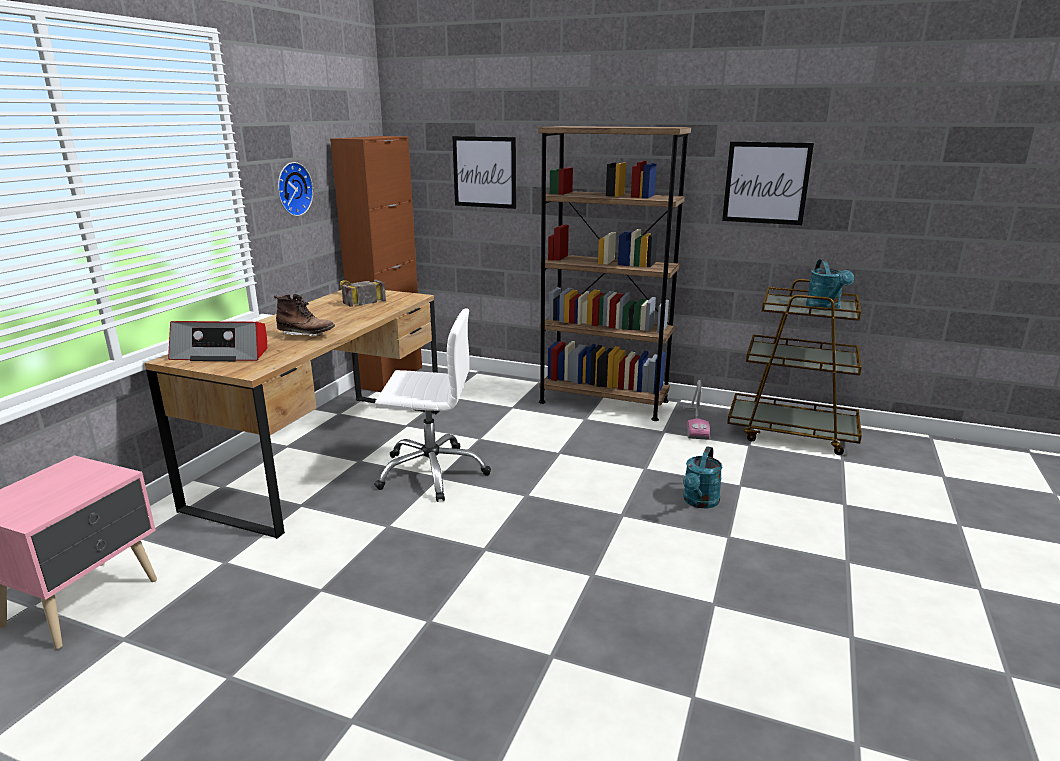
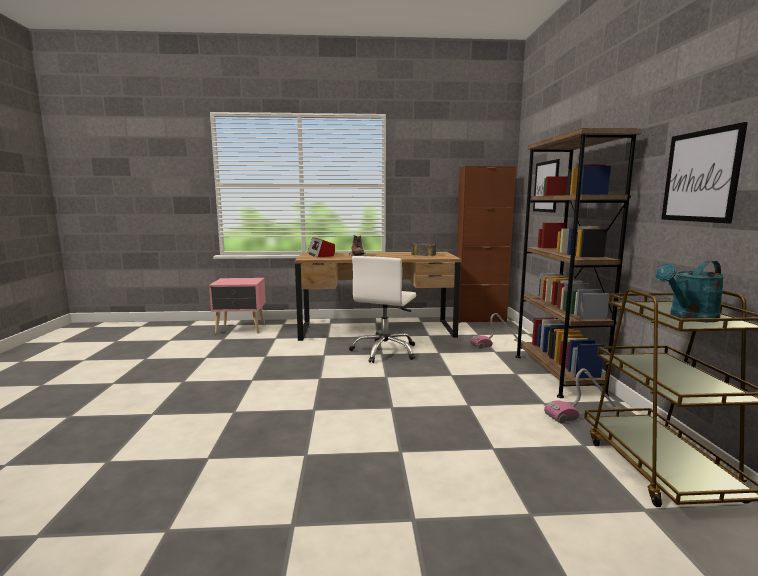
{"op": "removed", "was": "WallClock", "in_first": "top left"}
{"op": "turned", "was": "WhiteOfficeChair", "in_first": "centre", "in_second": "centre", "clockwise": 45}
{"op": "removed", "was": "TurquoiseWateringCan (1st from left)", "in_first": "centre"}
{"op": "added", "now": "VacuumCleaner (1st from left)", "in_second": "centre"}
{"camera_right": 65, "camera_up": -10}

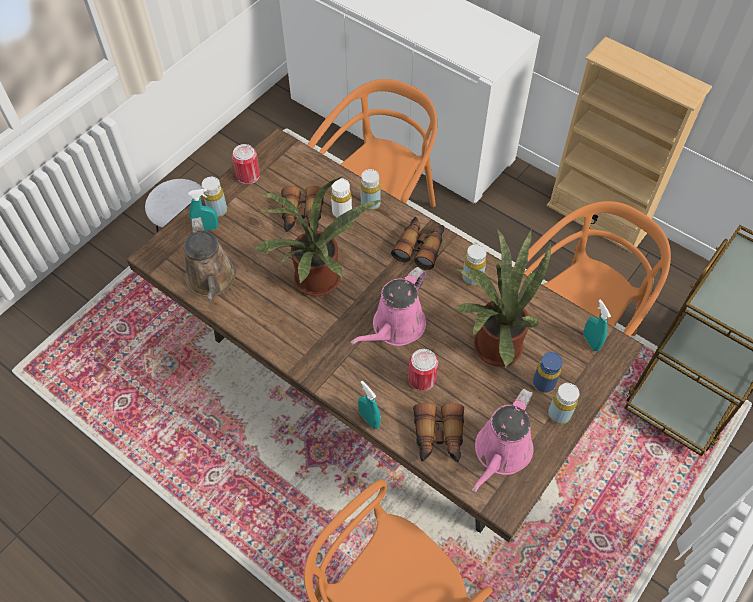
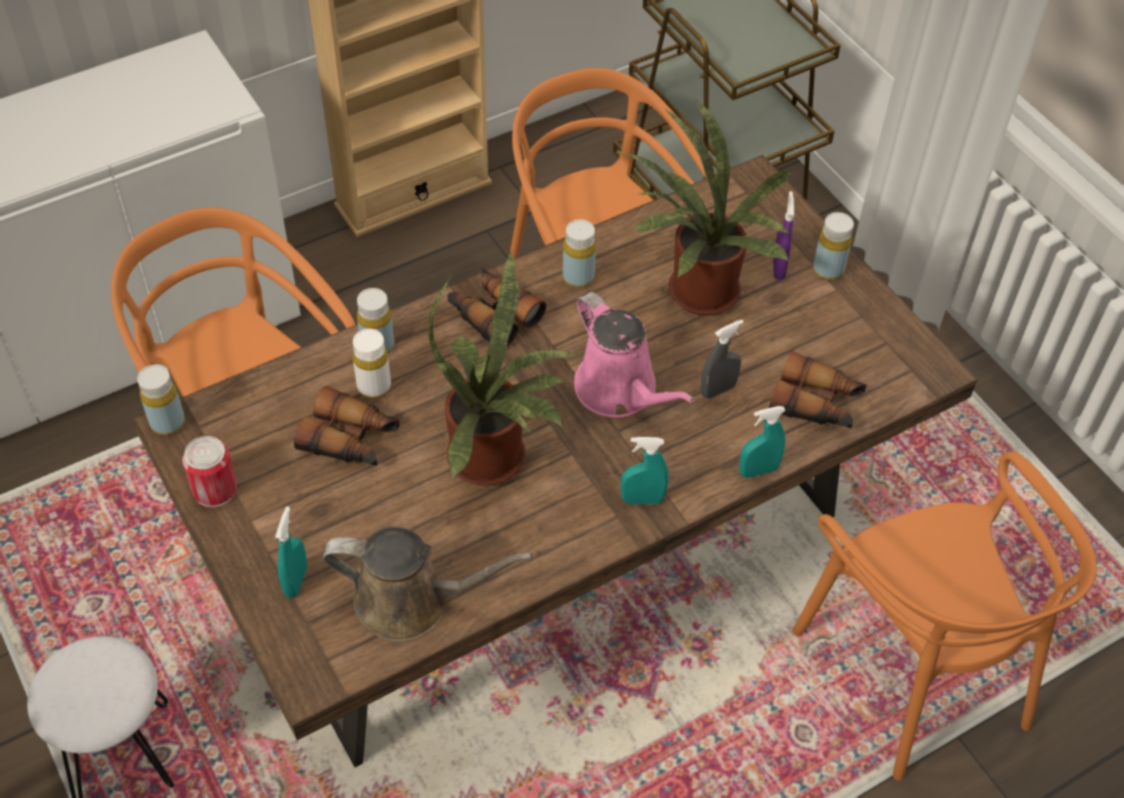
{"op": "moved", "was": "YellowBottle (1st from left)", "in_first": "top left", "in_second": "middle left"}
{"op": "replaced", "was": "Can (2nd from left)", "now": "GreySprayBottle", "in_first": "centre", "in_second": "centre"}
{"op": "removed", "was": "PinkWateringCan (2nd from left)", "in_first": "bottom right"}
{"op": "replaced", "was": "BlueBottle", "now": "PurpleSprayBottle", "in_first": "middle right", "in_second": "top right"}
{"op": "moved", "was": "TurquoiseSprayBottle (3rd from left in the first image)", "now": "TurquoiseSprayBottle (2nd from left)", "in_first": "middle right", "in_second": "centre"}
{"camera_right": -70, "camera_up": -5}

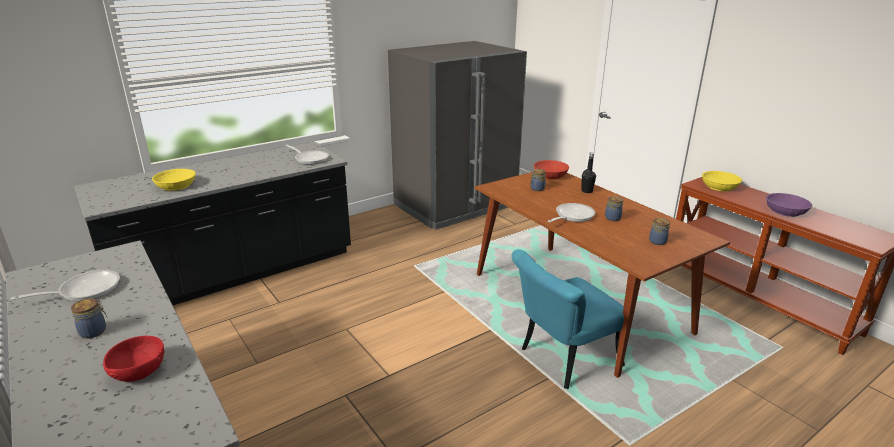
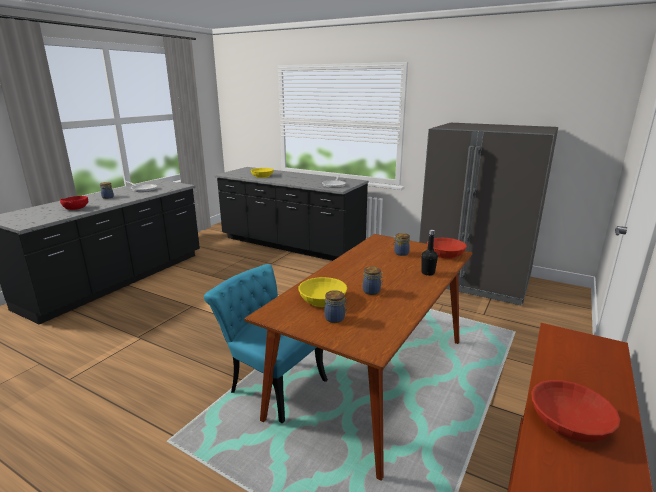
{"op": "removed", "was": "FryingPan (3rd from left)", "in_first": "centre"}
{"op": "moved", "was": "YellowBowl (2nd from left)", "in_first": "middle right", "in_second": "centre"}
{"op": "recoloured", "was": "PurpleBowl", "now": "RedBowl (3rd from left)", "in_first": "middle right", "in_second": "bottom right"}
{"camera_right": 65, "camera_up": -5}

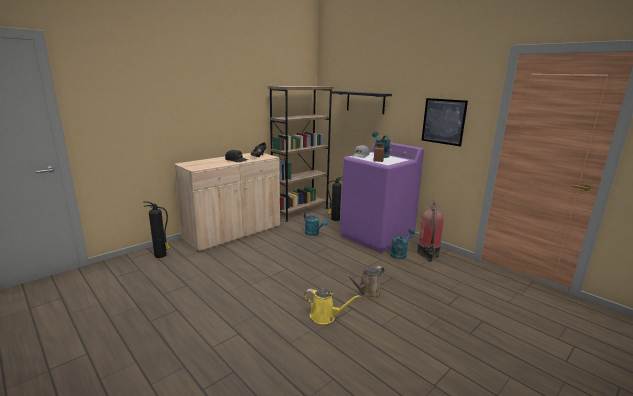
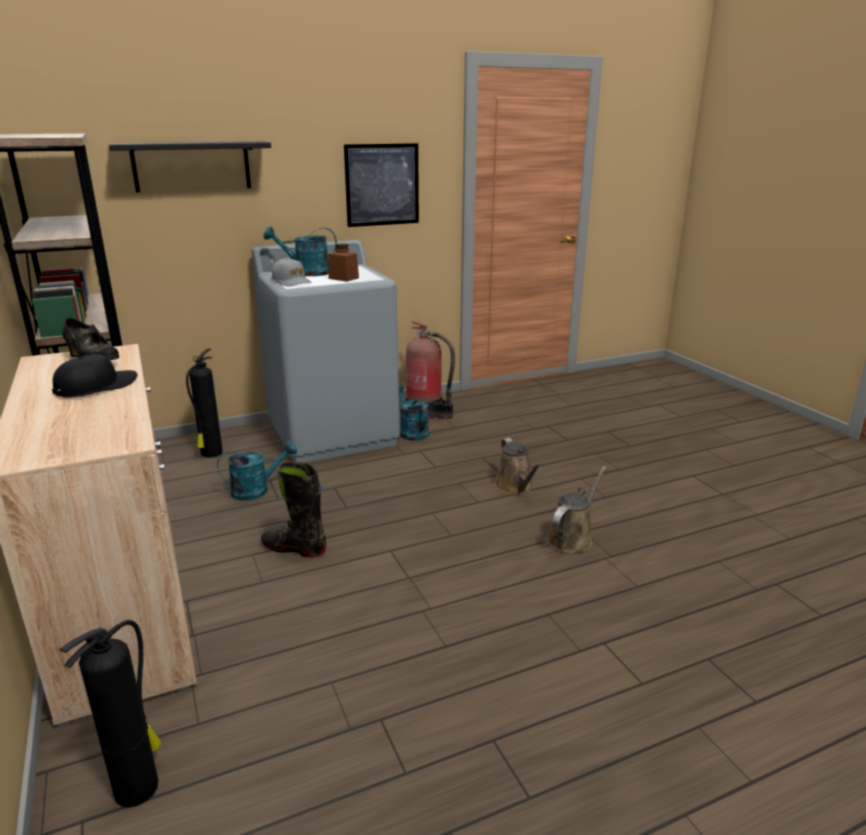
{"op": "recoloured", "was": "YellowWateringCan", "now": "BrownWateringCan (2nd from left)", "in_first": "bottom centre", "in_second": "centre"}
{"op": "recoloured", "was": "PurpleWashingMachine", "now": "GreyWashingMachine", "in_first": "centre", "in_second": "centre"}
{"op": "added", "now": "BlackBoot", "in_second": "centre"}
{"camera_right": -70, "camera_up": 5}

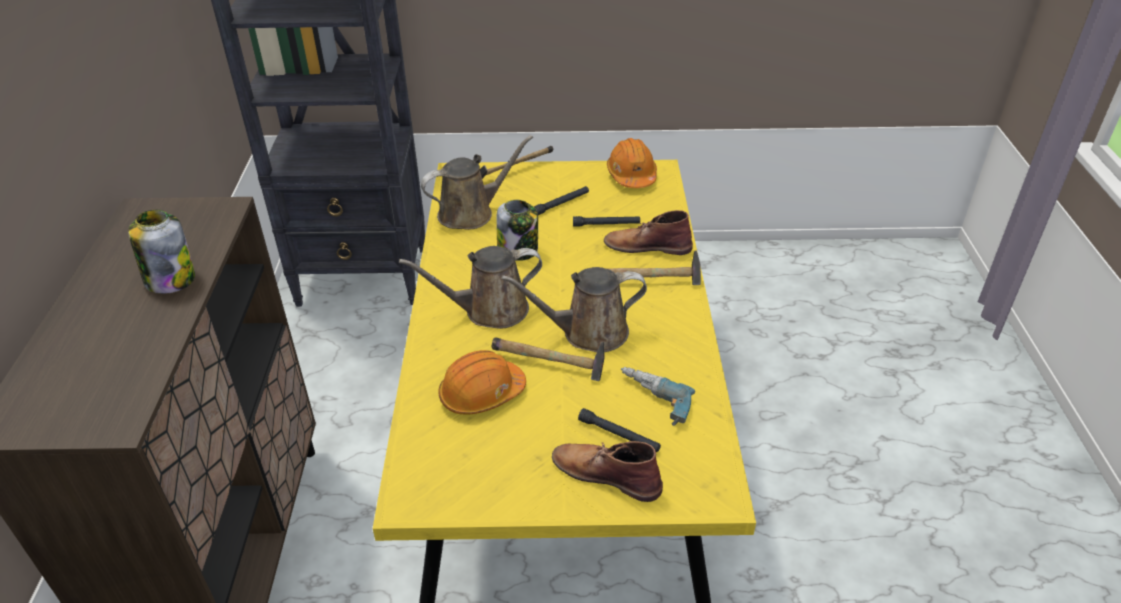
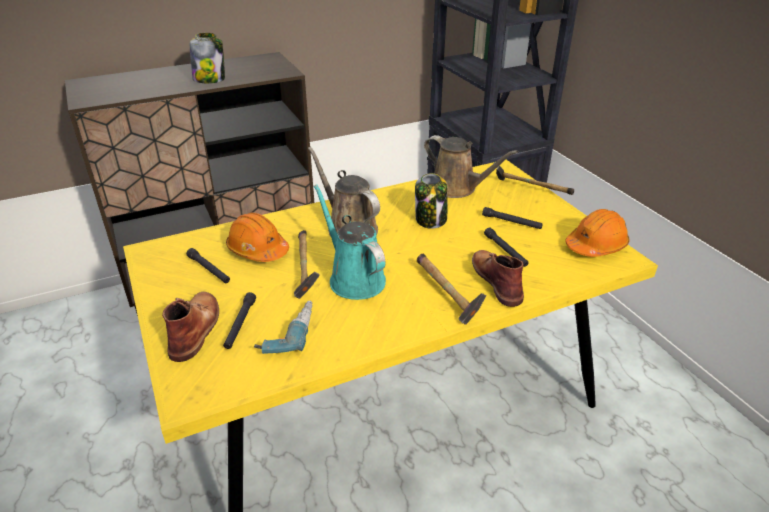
{"op": "recoloured", "was": "BrownWateringCan (3rd from left)", "now": "TurquoiseWateringCan", "in_first": "centre", "in_second": "centre"}
{"op": "added", "now": "BlackFlashlight (1st from left)", "in_second": "middle left"}
{"camera_right": 65, "camera_up": -5}

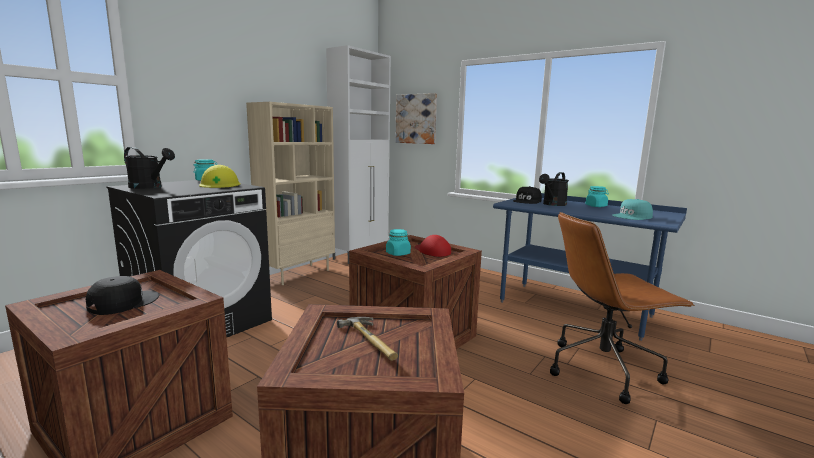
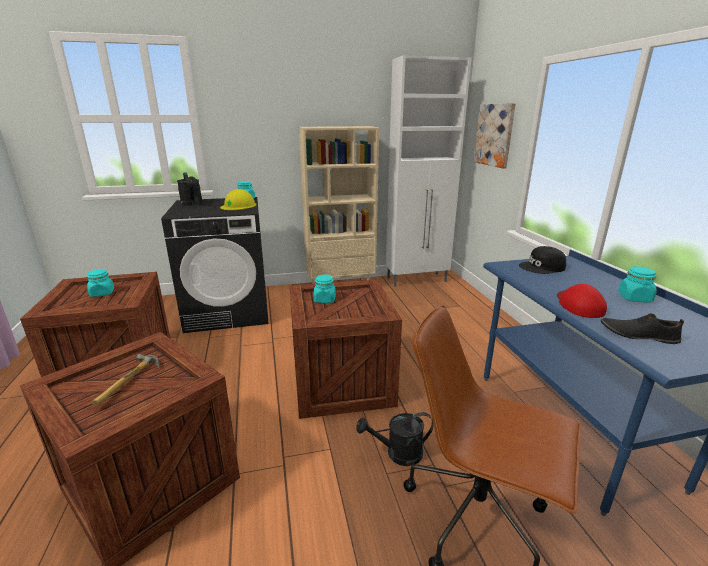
{"op": "replaced", "was": "BlackCap (1st from left)", "now": "TurquoiseJar (1st from left)", "in_first": "middle left", "in_second": "middle left"}
{"op": "moved", "was": "RedCap", "in_first": "centre", "in_second": "middle right"}
{"op": "moved", "was": "BlackWateringCan (2nd from left)", "in_first": "middle right", "in_second": "bottom centre"}
{"op": "replaced", "was": "TurquoiseCap", "now": "BlackShoe", "in_first": "middle right", "in_second": "middle right"}
{"camera_right": 40, "camera_up": 10}

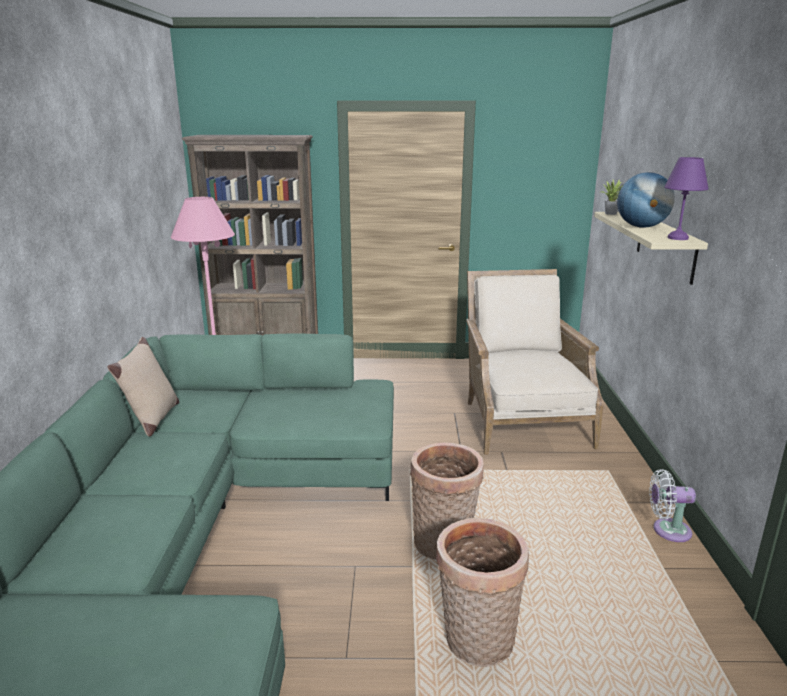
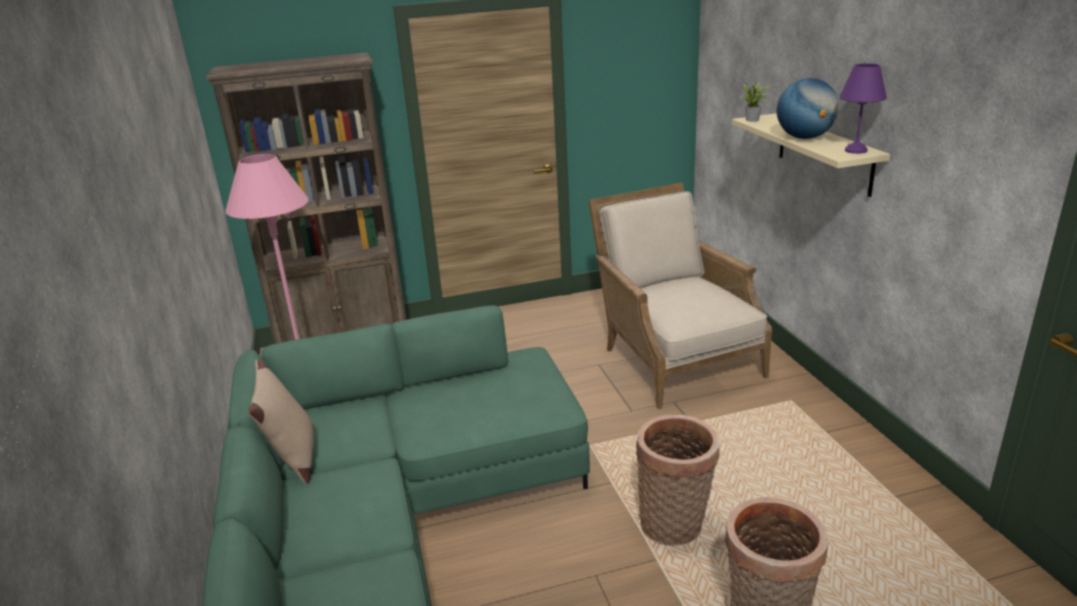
{"op": "removed", "was": "WhiteFan", "in_first": "bottom right"}
{"camera_right": -15, "camera_up": 5}

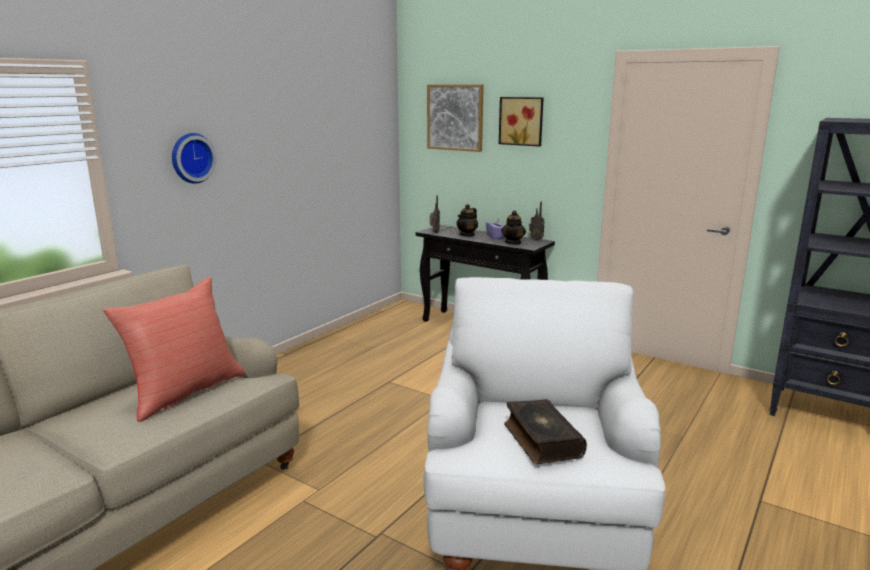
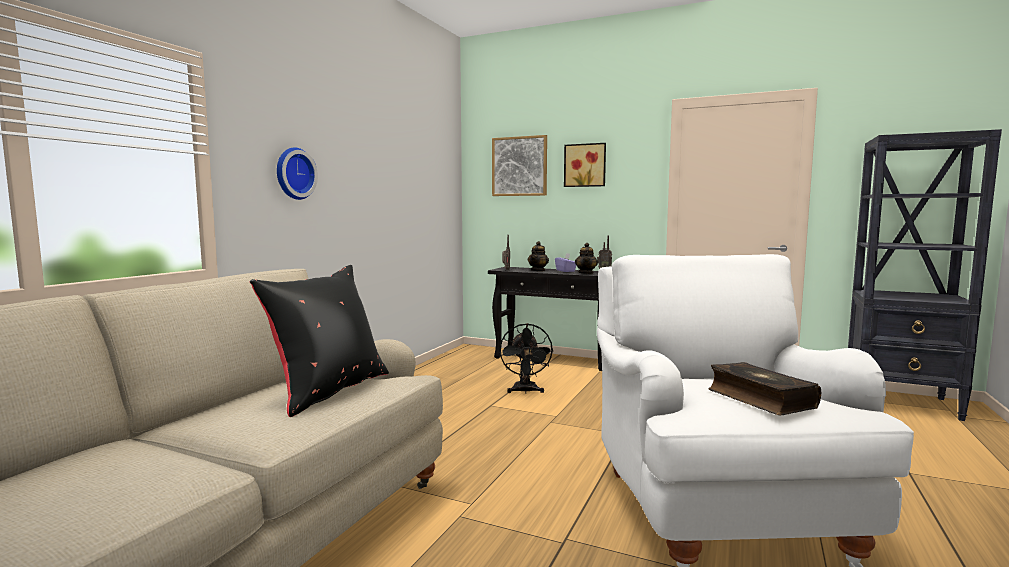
{"op": "recoloured", "was": "RedPillow", "now": "BlackPillow", "in_first": "middle left", "in_second": "middle left"}
{"op": "added", "now": "BlackFan", "in_second": "centre"}
{"camera_right": -10, "camera_up": -10}

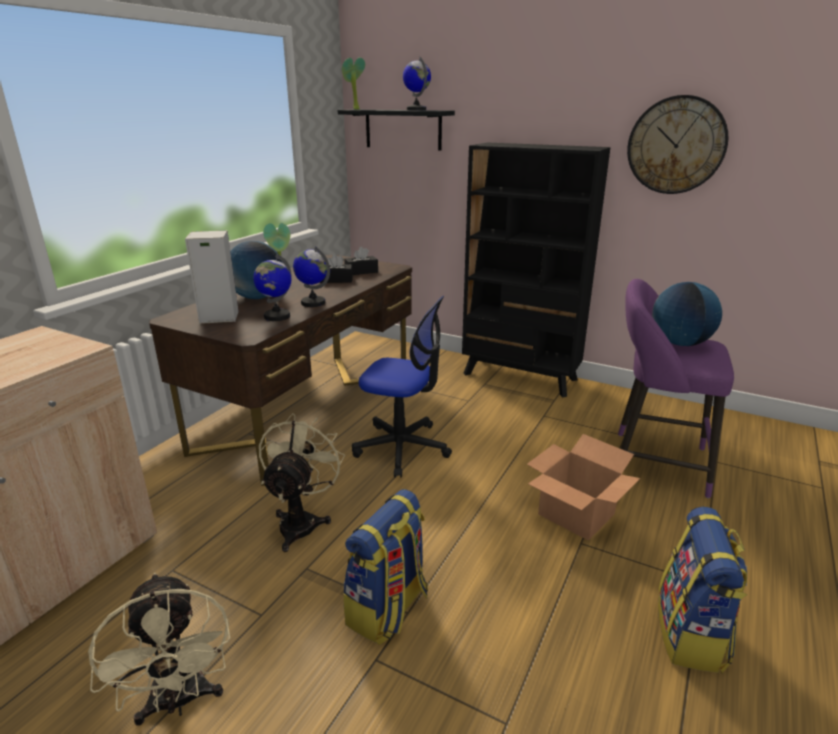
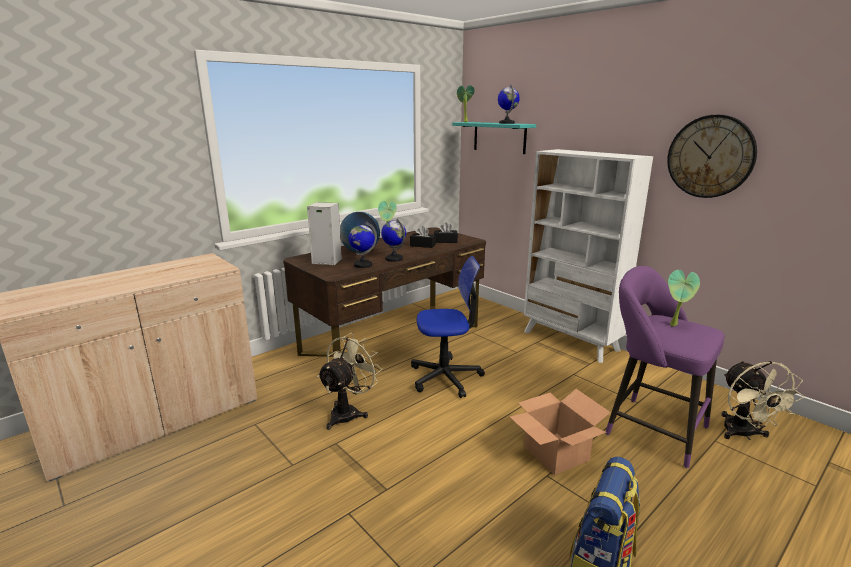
{"op": "moved", "was": "BeigeFan (1st from left in the first image)", "now": "BeigeFan (2nd from left)", "in_first": "bottom left", "in_second": "bottom right"}
{"op": "recoloured", "was": "BlackShelf", "now": "TurquoiseShelf", "in_first": "top centre", "in_second": "top centre"}
{"op": "removed", "was": "Backpack (1st from left)", "in_first": "bottom centre"}
{"op": "turned", "was": "OfficeChair", "in_first": "centre", "in_second": "centre", "clockwise": -45}
{"op": "recoloured", "was": "BlackBookcase", "now": "WhiteBookcase", "in_first": "centre", "in_second": "middle right"}
{"op": "replaced", "was": "Globe (5th from left)", "now": "PottedPlant (3rd from left)", "in_first": "middle right", "in_second": "middle right"}
{"camera_right": 20, "camera_up": -5}

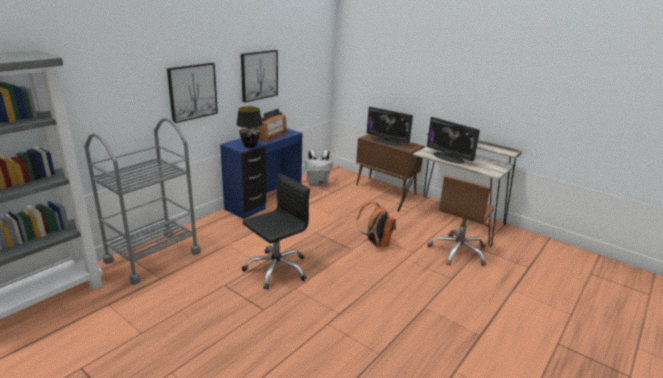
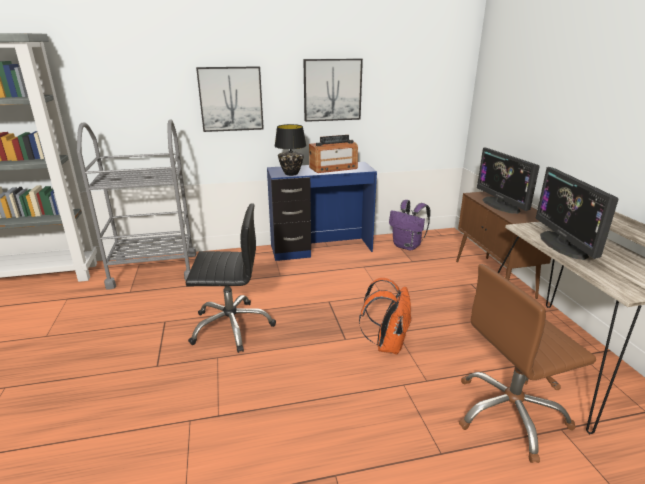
{"op": "recoloured", "was": "WhiteBackpack", "now": "PurpleBackpack", "in_first": "centre", "in_second": "centre"}
{"camera_right": 40, "camera_up": 0}

